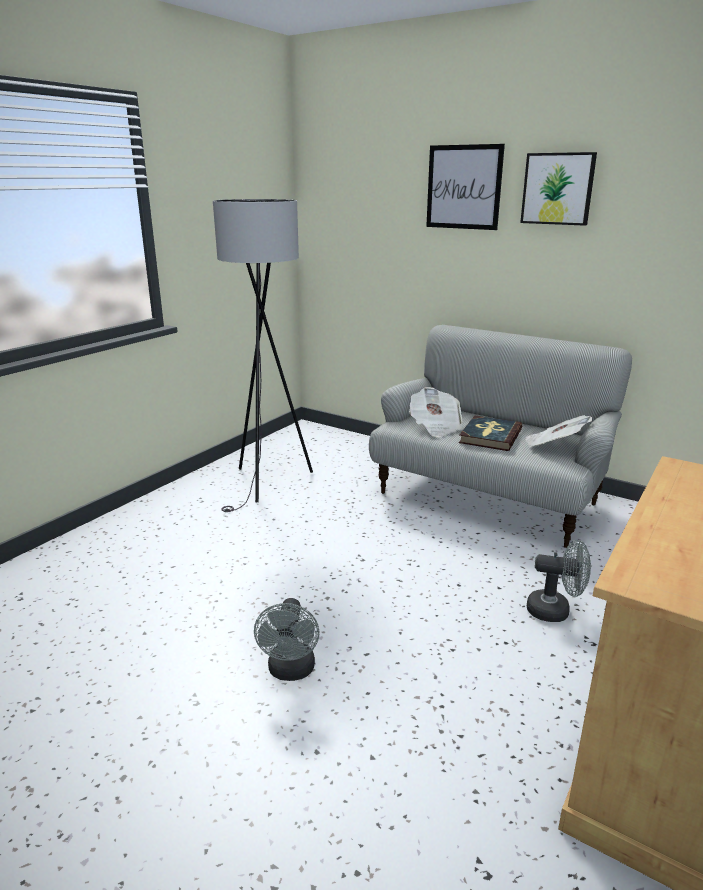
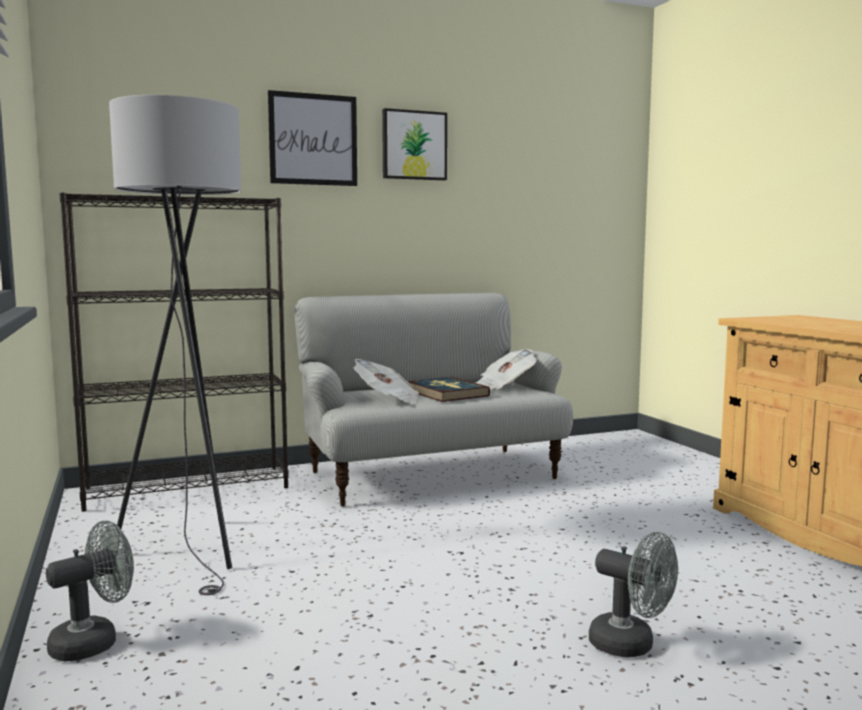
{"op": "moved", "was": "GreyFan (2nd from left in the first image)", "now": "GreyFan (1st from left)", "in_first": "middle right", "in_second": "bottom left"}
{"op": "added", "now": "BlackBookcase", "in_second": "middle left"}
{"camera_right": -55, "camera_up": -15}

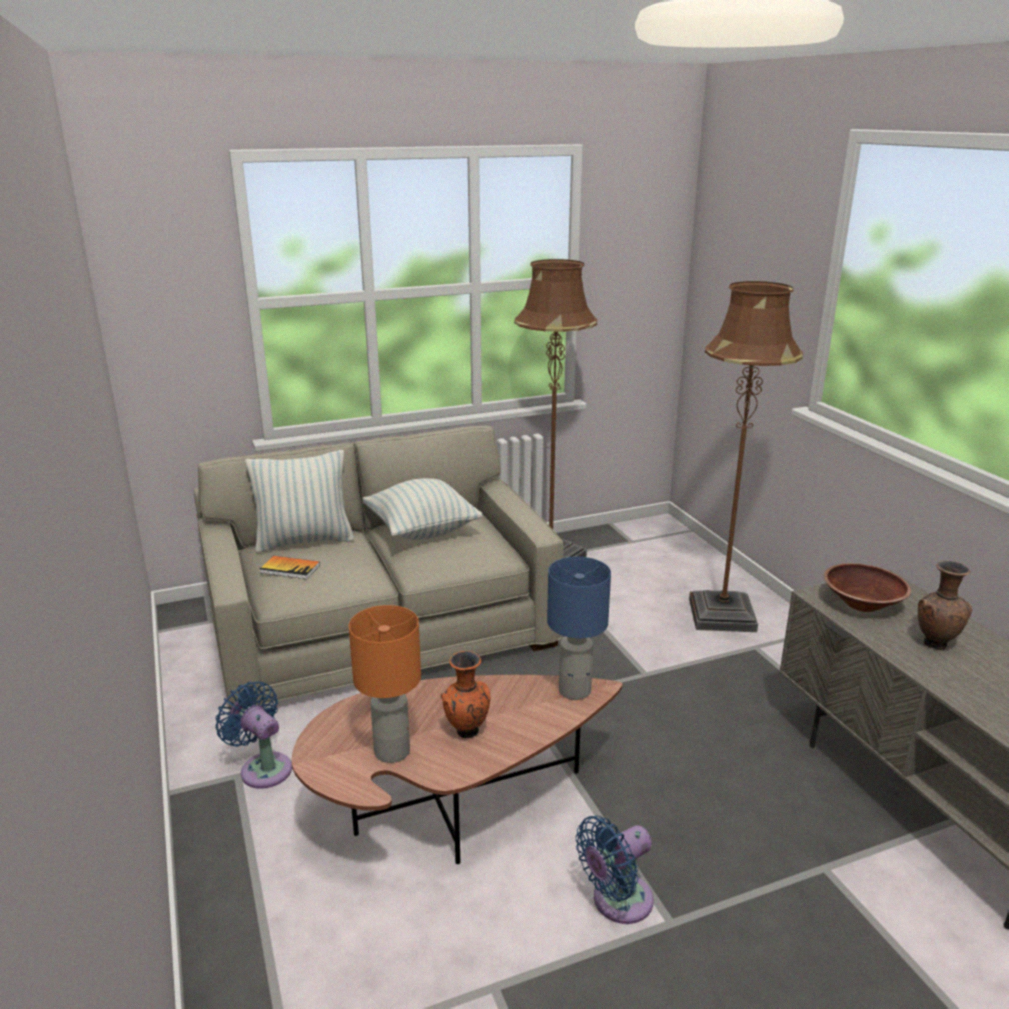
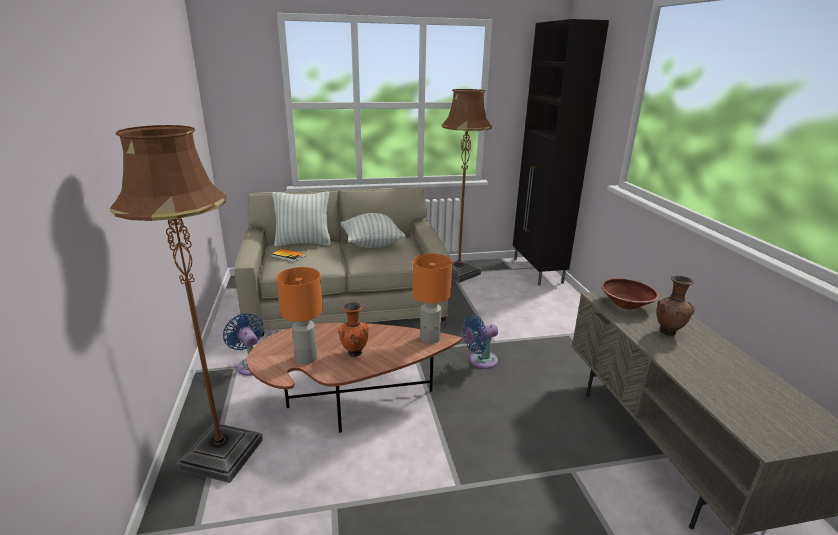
{"op": "recoloured", "was": "BlueTableLamp", "now": "OrangeTableLamp (2nd from left)", "in_first": "centre", "in_second": "centre"}
{"op": "moved", "was": "BlueFan (2nd from left)", "in_first": "bottom centre", "in_second": "centre"}
{"op": "moved", "was": "BrownFloorLamp (2nd from left in the first image)", "now": "BrownFloorLamp (1st from left)", "in_first": "middle right", "in_second": "middle left"}
{"op": "added", "now": "BlackCabinet", "in_second": "top right"}
{"camera_right": 10, "camera_up": 0}

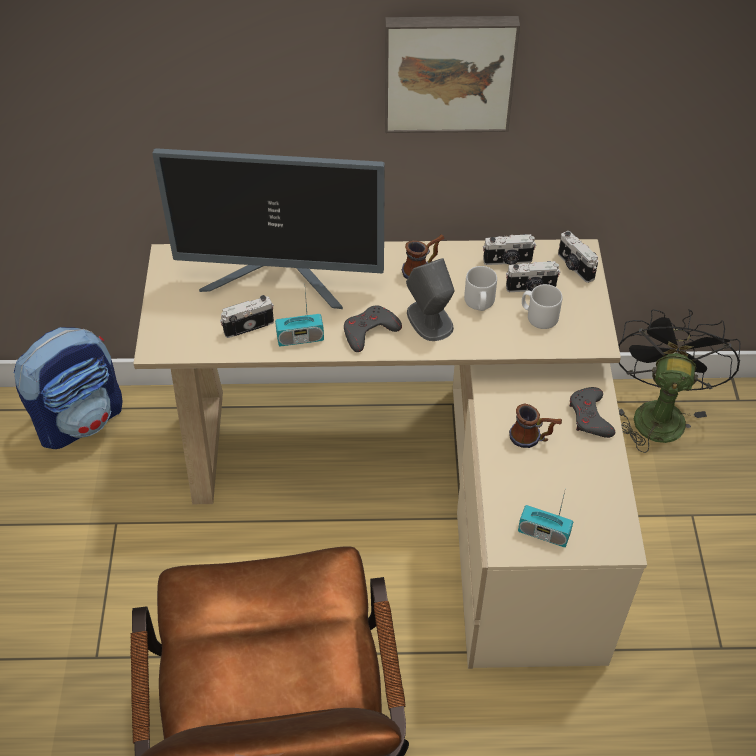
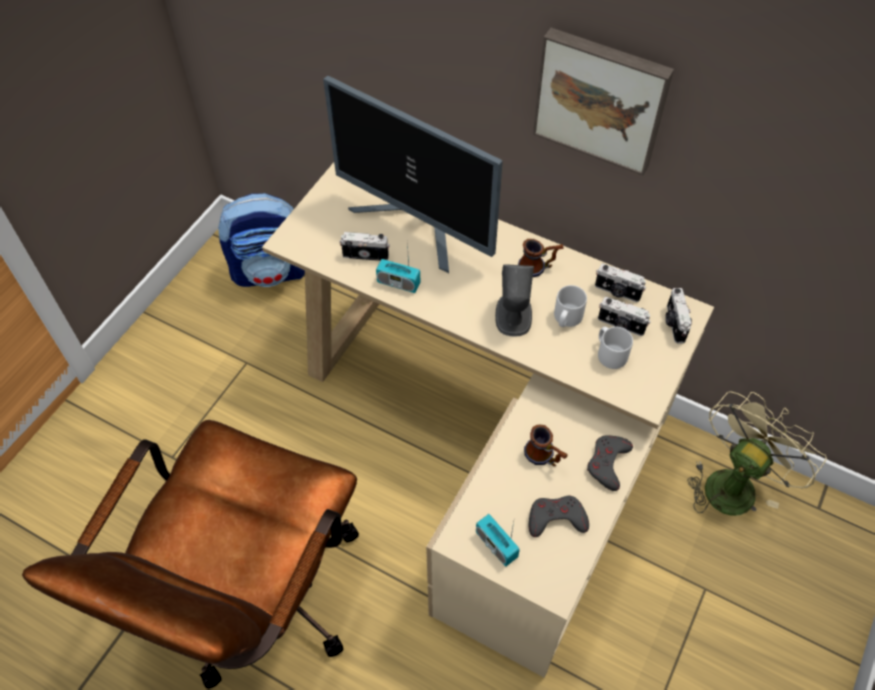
{"op": "moved", "was": "GreyGameController (1st from left)", "in_first": "centre", "in_second": "bottom centre"}
{"op": "recoloured", "was": "BlackFan", "now": "BeigeFan", "in_first": "middle right", "in_second": "middle right"}
{"camera_right": 30, "camera_up": 5}

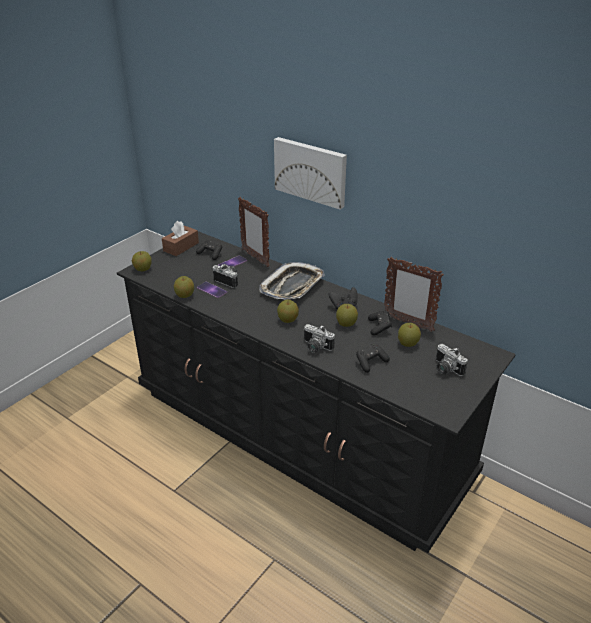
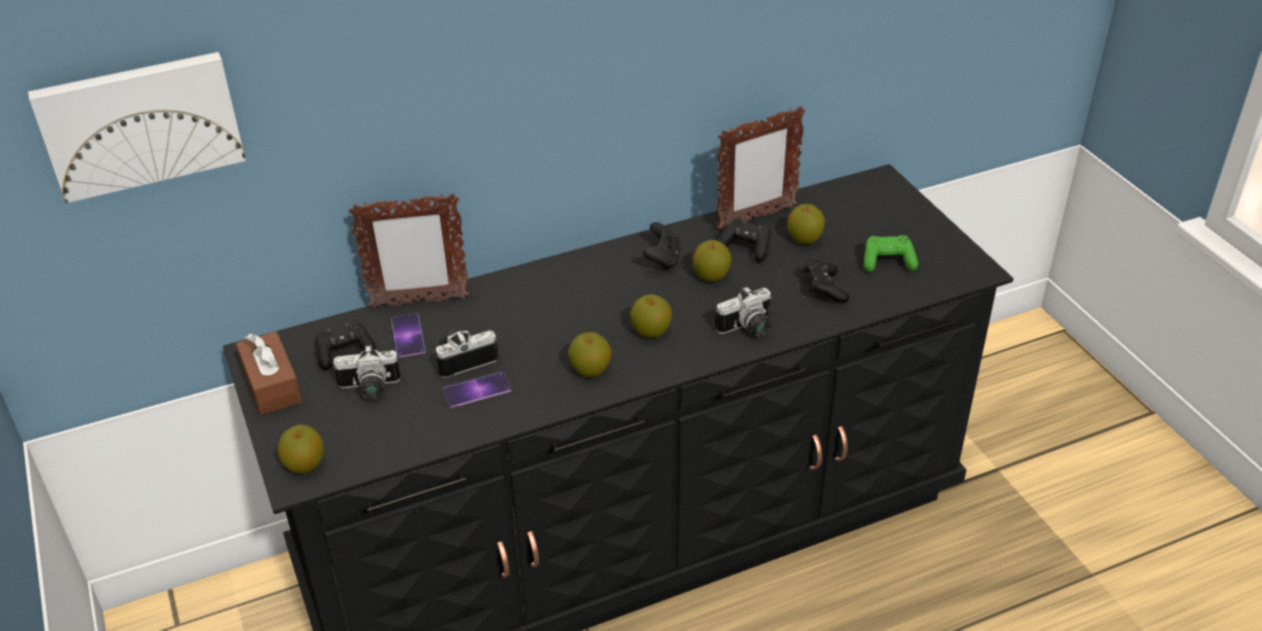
{"op": "moved", "was": "Apple (2nd from left)", "in_first": "middle left", "in_second": "centre"}
{"op": "removed", "was": "Tray", "in_first": "centre"}
{"op": "moved", "was": "Picture", "in_first": "top centre", "in_second": "top left"}
{"op": "moved", "was": "PhotoCamera (3rd from left in the first image)", "now": "PhotoCamera (1st from left)", "in_first": "middle right", "in_second": "middle left"}
{"op": "added", "now": "GreenGameController", "in_second": "middle right"}
{"camera_right": -60, "camera_up": 5}

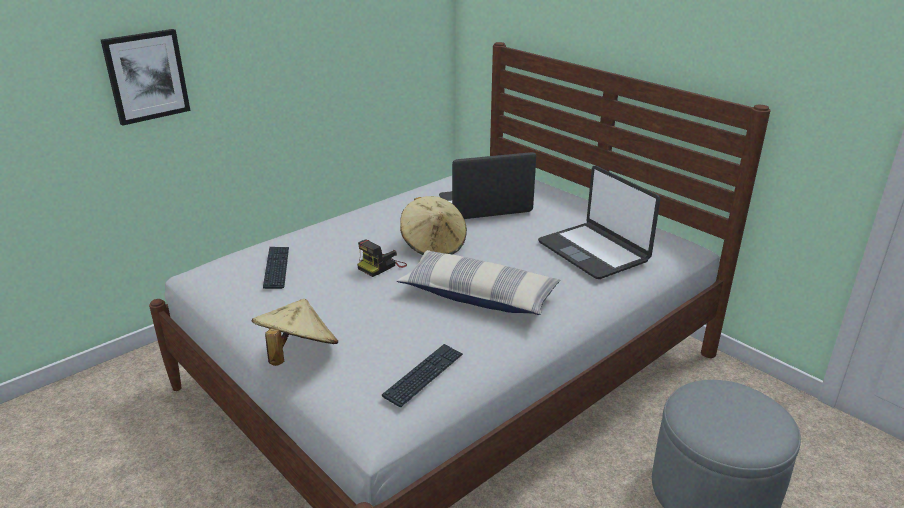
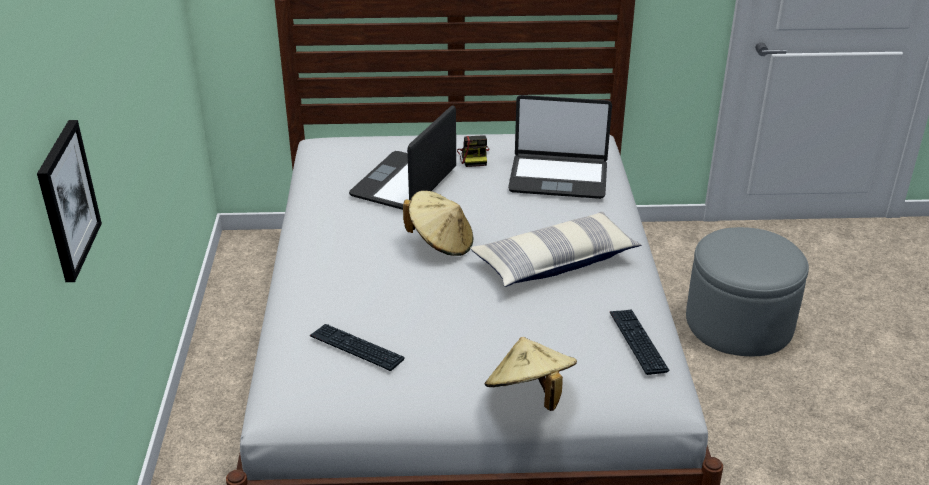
{"op": "moved", "was": "PhotoCamera", "in_first": "centre", "in_second": "top centre"}
{"camera_right": -50, "camera_up": 5}

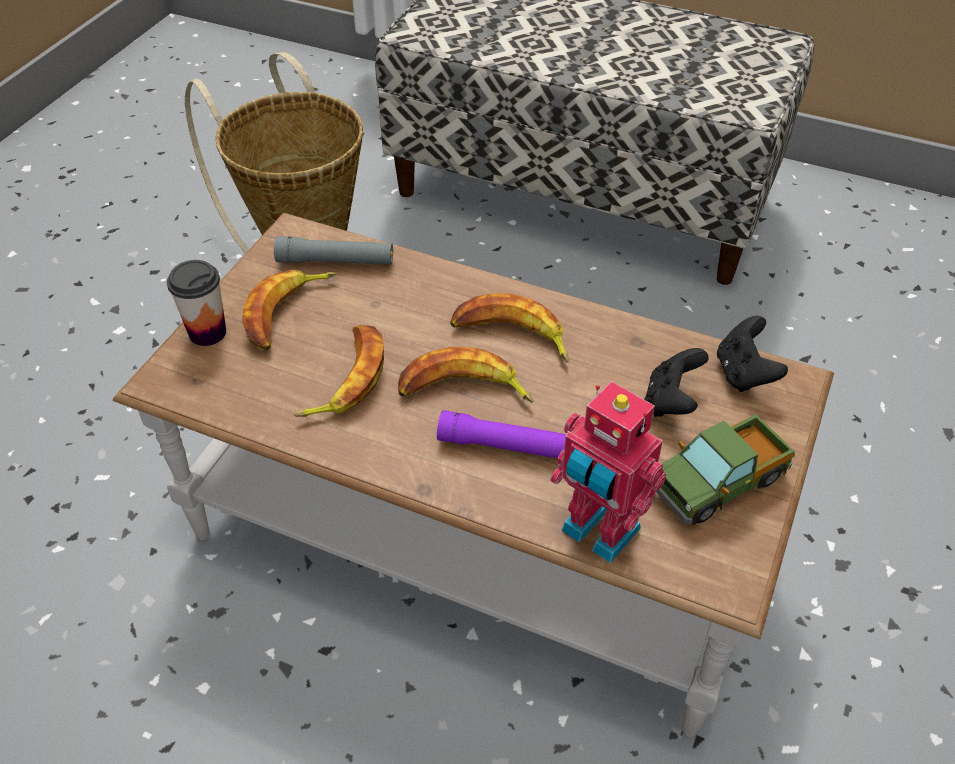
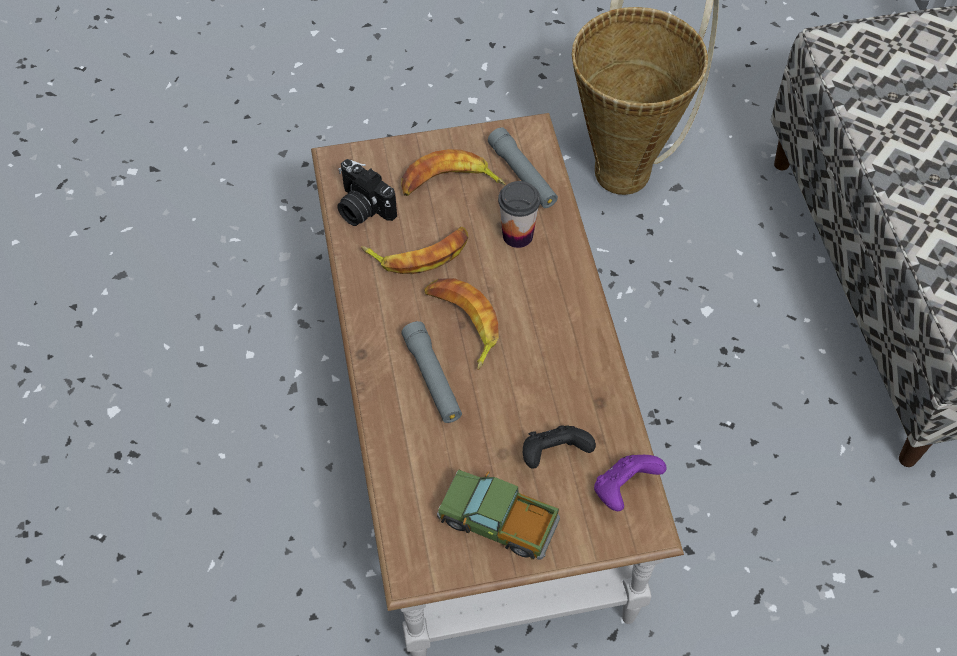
{"op": "moved", "was": "Cup", "in_first": "middle left", "in_second": "top centre"}
{"op": "recoloured", "was": "PurpleFlashlight", "now": "GreyFlashlight (1st from left)", "in_first": "centre", "in_second": "centre"}
{"op": "removed", "was": "Banana (4th from left)", "in_first": "centre"}
{"op": "removed", "was": "ToyRobot", "in_first": "centre"}
{"op": "recoloured", "was": "BlackGameController (2nd from left)", "now": "PurpleGameController", "in_first": "middle right", "in_second": "bottom centre"}
{"op": "added", "now": "PhotoCamera", "in_second": "top centre"}
{"camera_right": 55, "camera_up": 10}

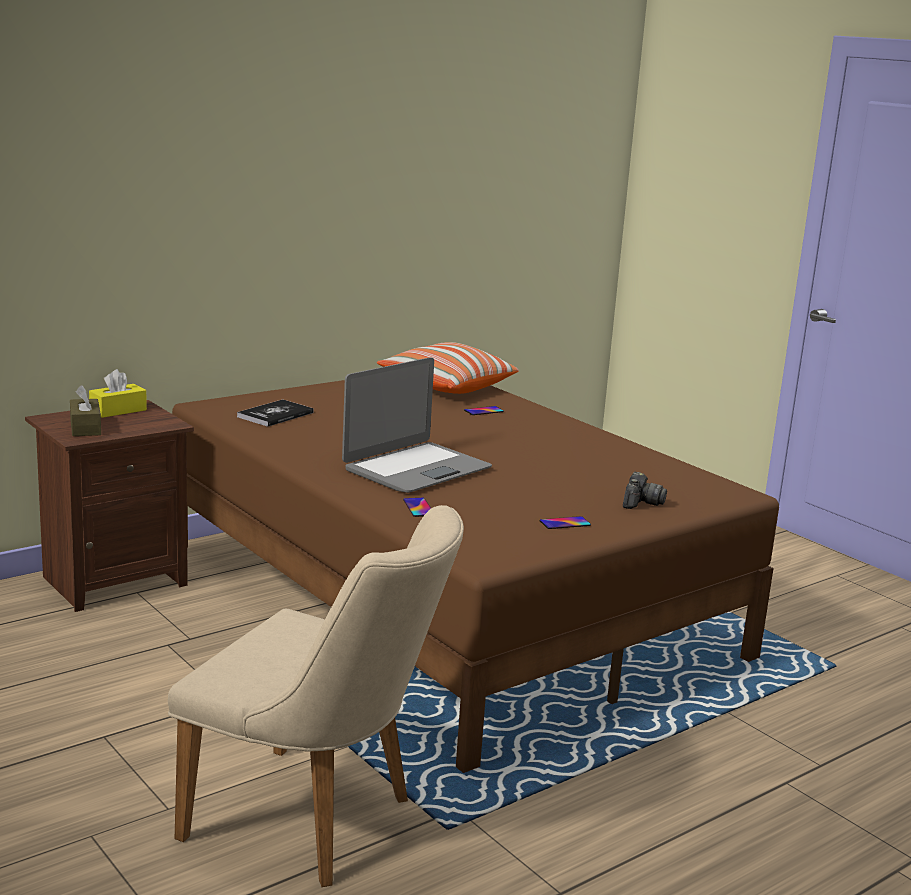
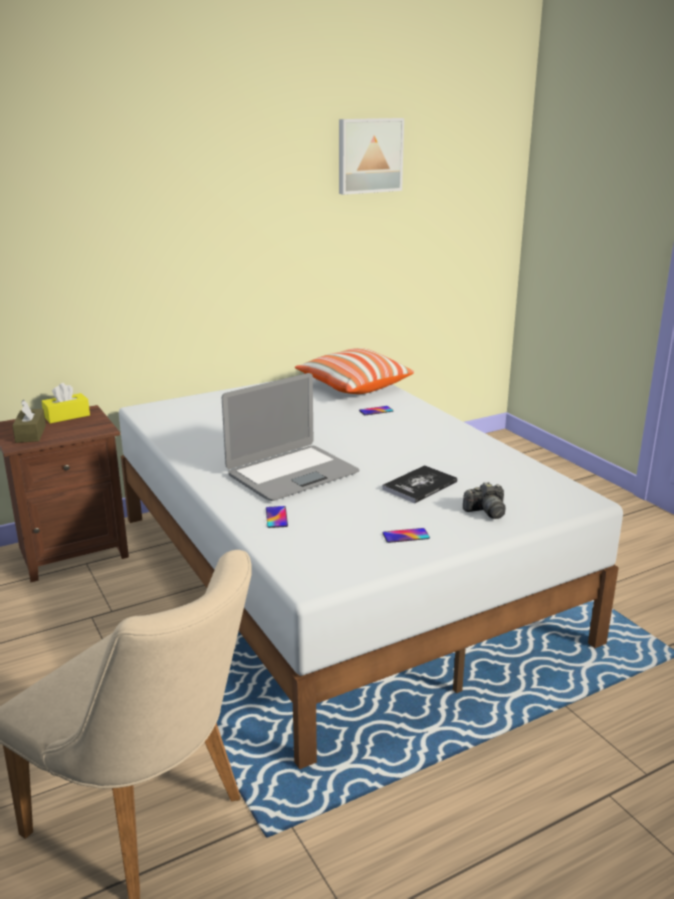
{"op": "recoloured", "was": "BrownBed", "now": "WhiteBed", "in_first": "centre", "in_second": "centre"}
{"op": "moved", "was": "Book", "in_first": "middle left", "in_second": "centre"}
{"op": "turned", "was": "PhotoCamera", "in_first": "middle right", "in_second": "middle right", "clockwise": 45}
{"op": "added", "now": "Picture", "in_second": "top centre"}
{"camera_right": 10, "camera_up": 5}

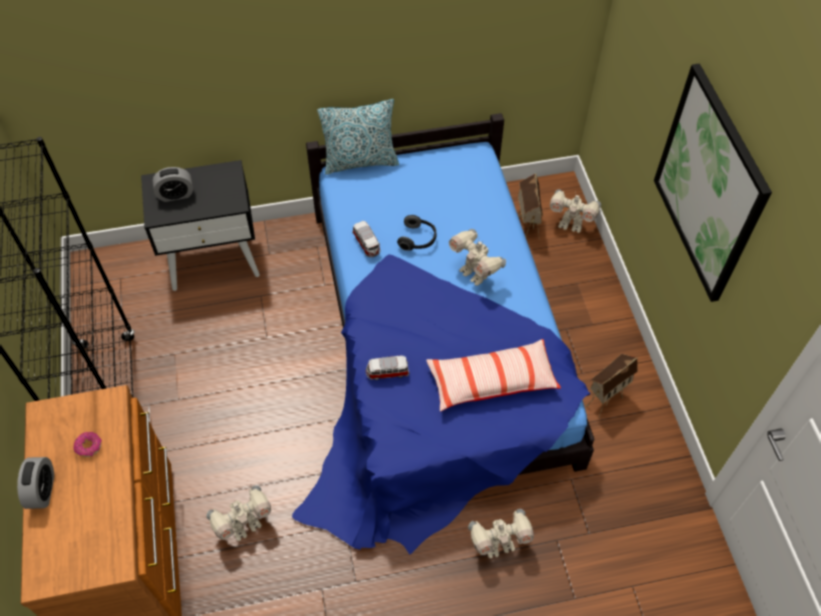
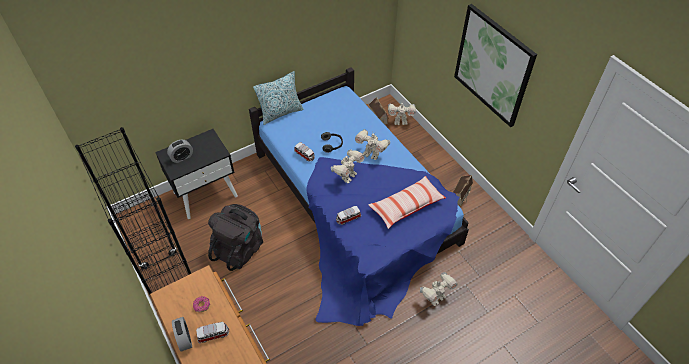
{"op": "moved", "was": "ToyRobot (1st from left)", "in_first": "bottom left", "in_second": "centre"}
{"op": "added", "now": "ToyCar (1st from left)", "in_second": "bottom left"}
{"op": "added", "now": "BlackBackpack", "in_second": "centre"}
{"camera_right": -20, "camera_up": -5}

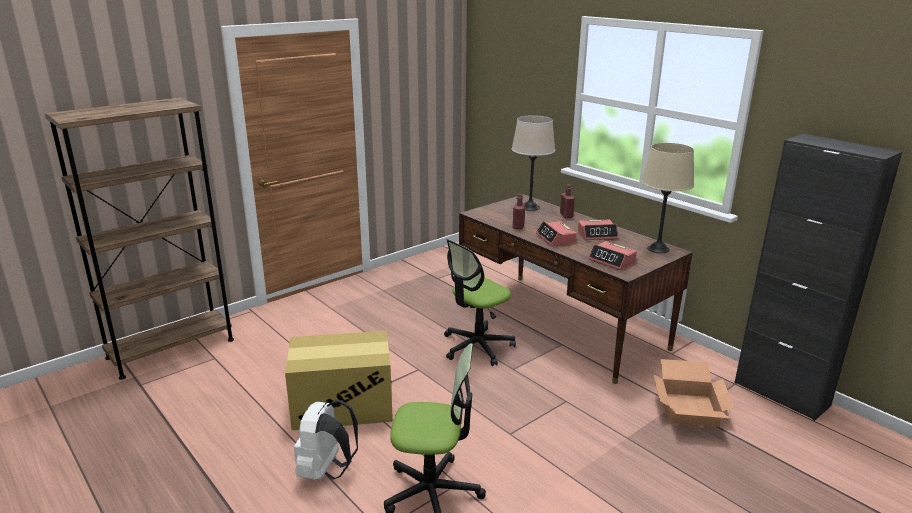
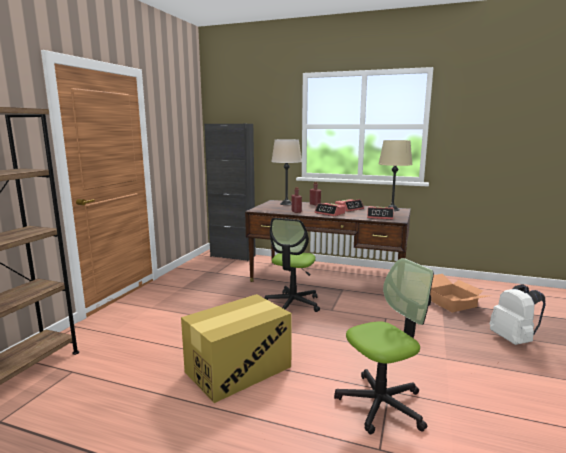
{"op": "moved", "was": "WhiteBackpack", "in_first": "bottom centre", "in_second": "bottom right"}
{"op": "moved", "was": "BlackCabinet", "in_first": "middle right", "in_second": "centre"}
{"camera_right": -30, "camera_up": -10}

